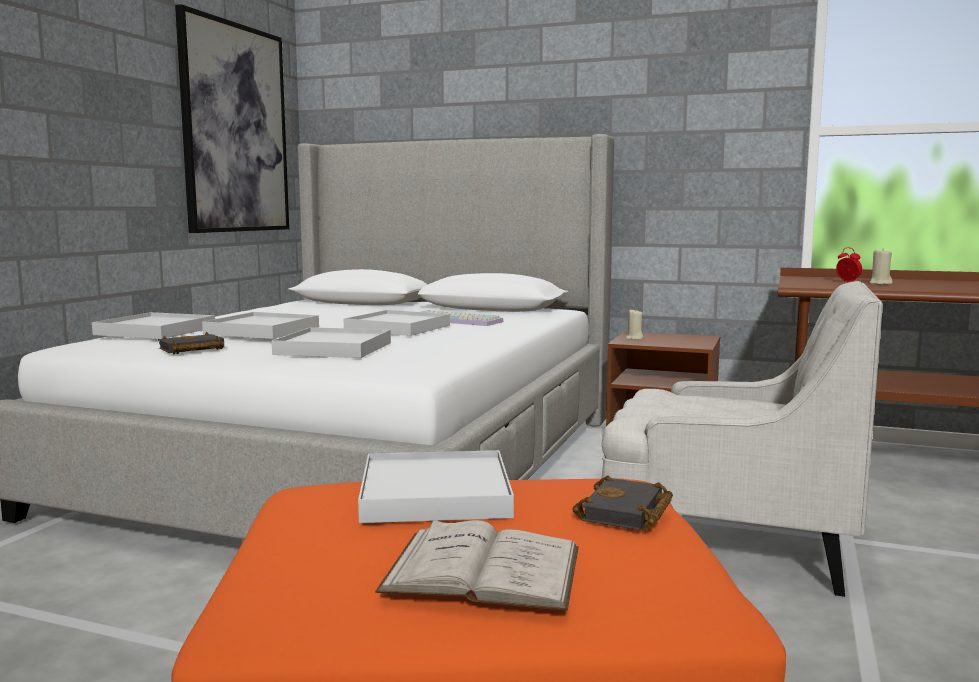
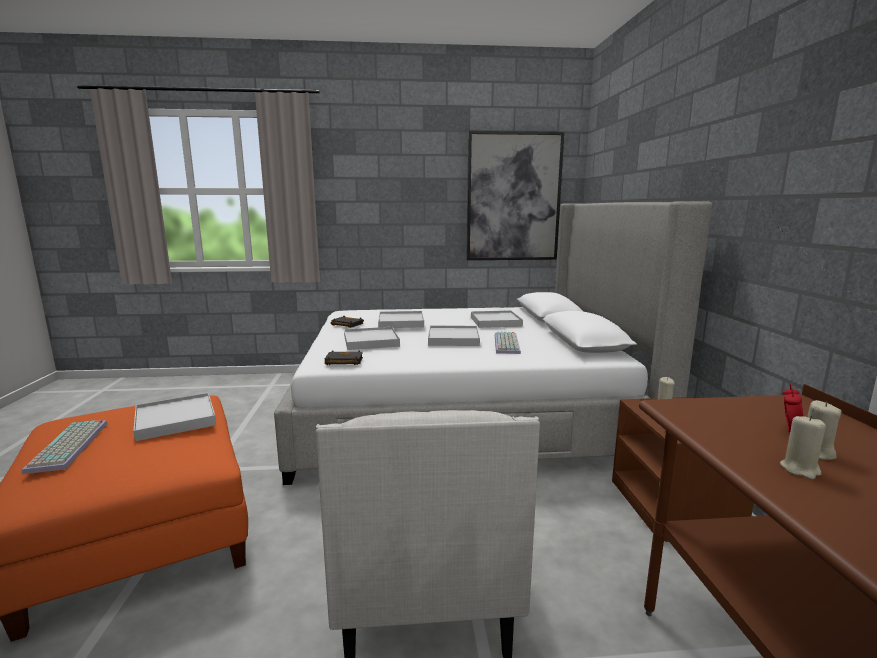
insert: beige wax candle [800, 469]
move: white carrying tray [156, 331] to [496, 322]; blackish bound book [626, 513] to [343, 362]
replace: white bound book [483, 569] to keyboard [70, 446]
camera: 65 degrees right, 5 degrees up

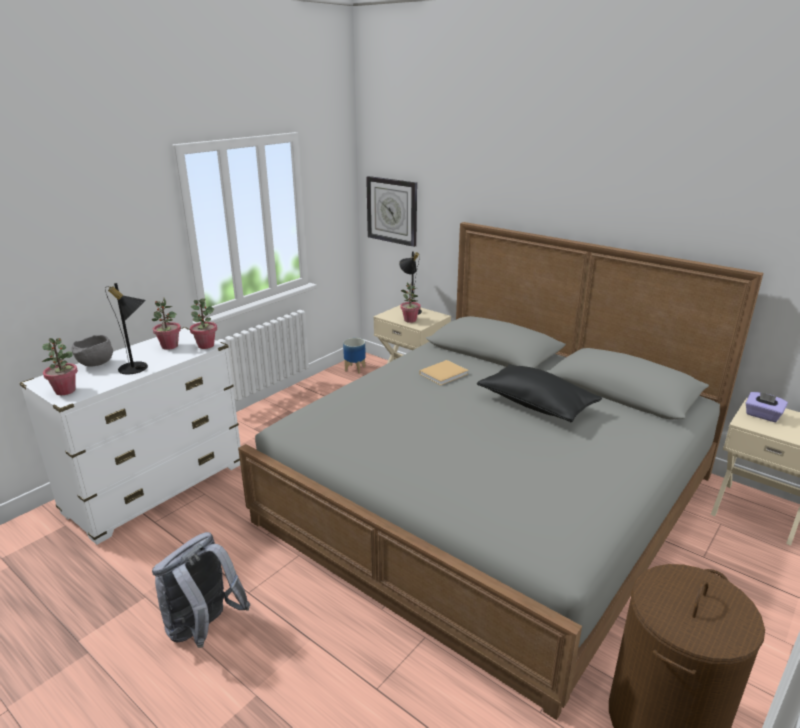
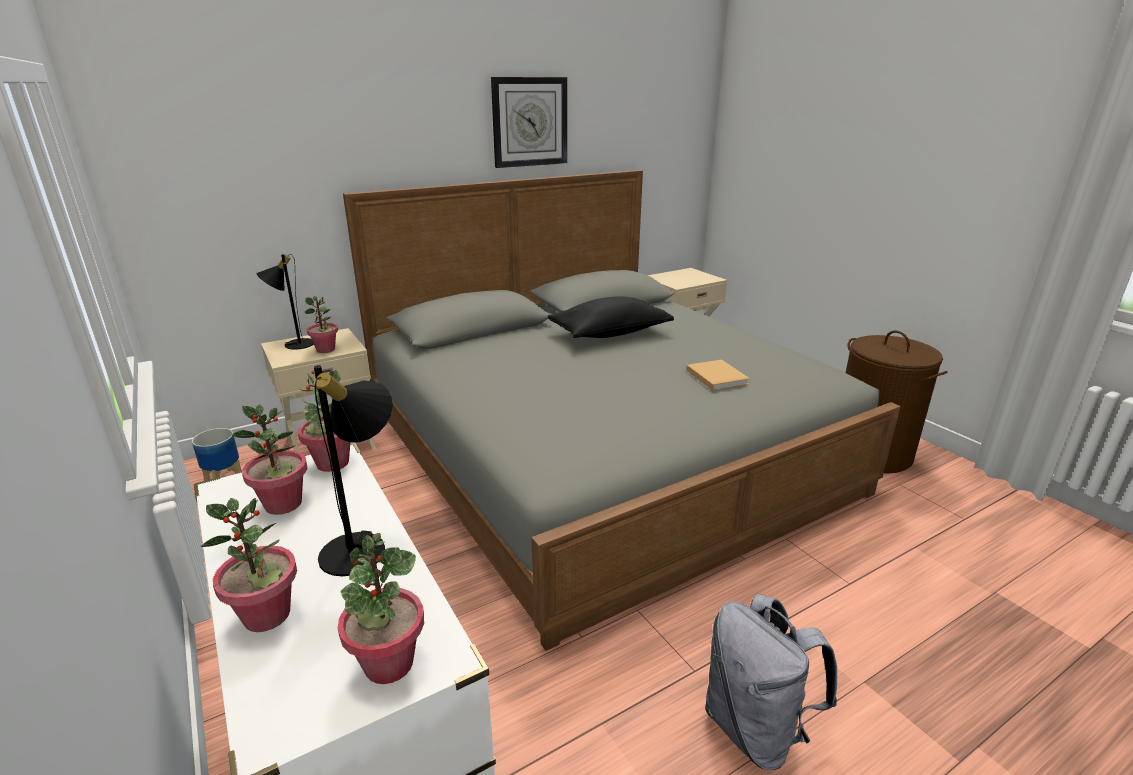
delete: purple-coloured tissue holder [762, 416]
move: hanging clock [392, 210] to [529, 122]; beige bound book [444, 373] to [716, 376]
replace: greyish serving bowl [96, 364] to houseplant [267, 615]
camera: 70 degrees left, 0 degrees up

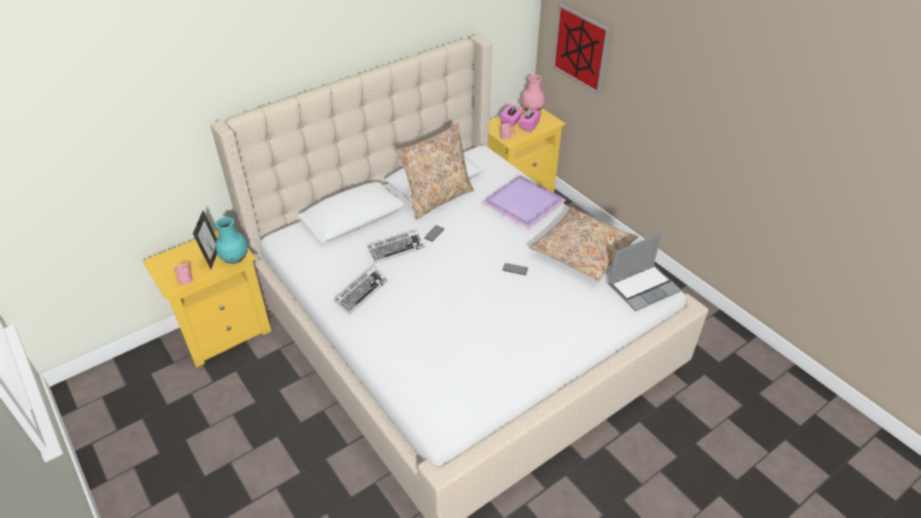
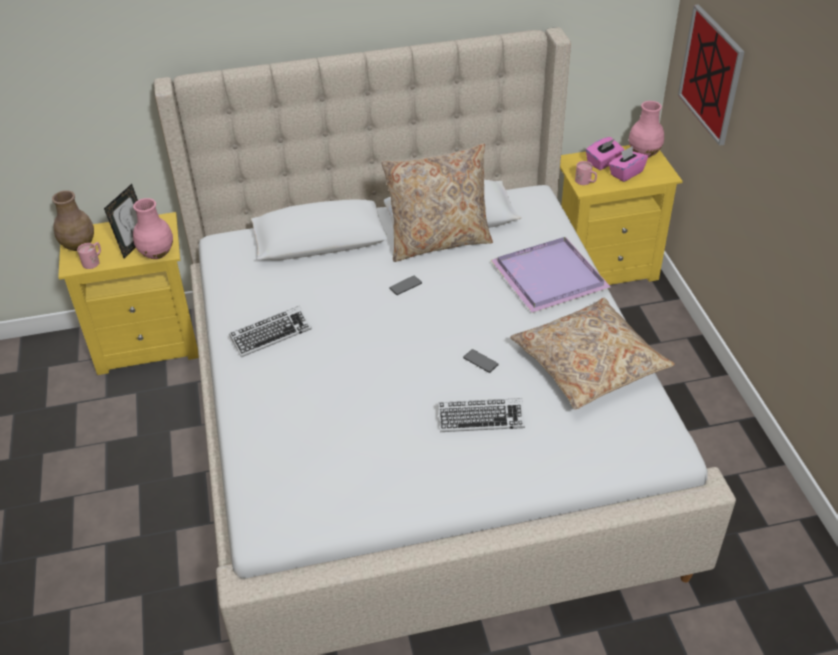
delete: portable computer [643, 287]
insert: brownish vase [79, 245]
move: keyboard [396, 249] to [481, 419]
recolor: turquoise-coloured vase [234, 258] to pink vase [157, 252]
camera: 25 degrees right, 0 degrees up

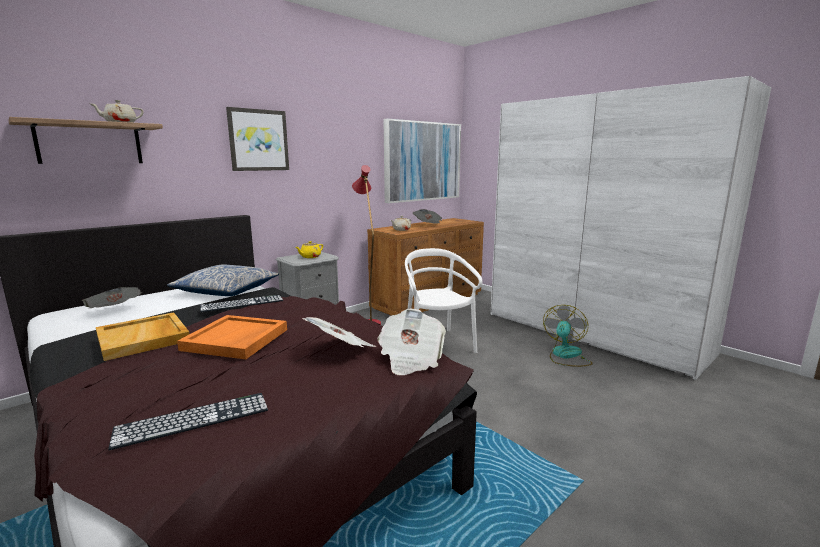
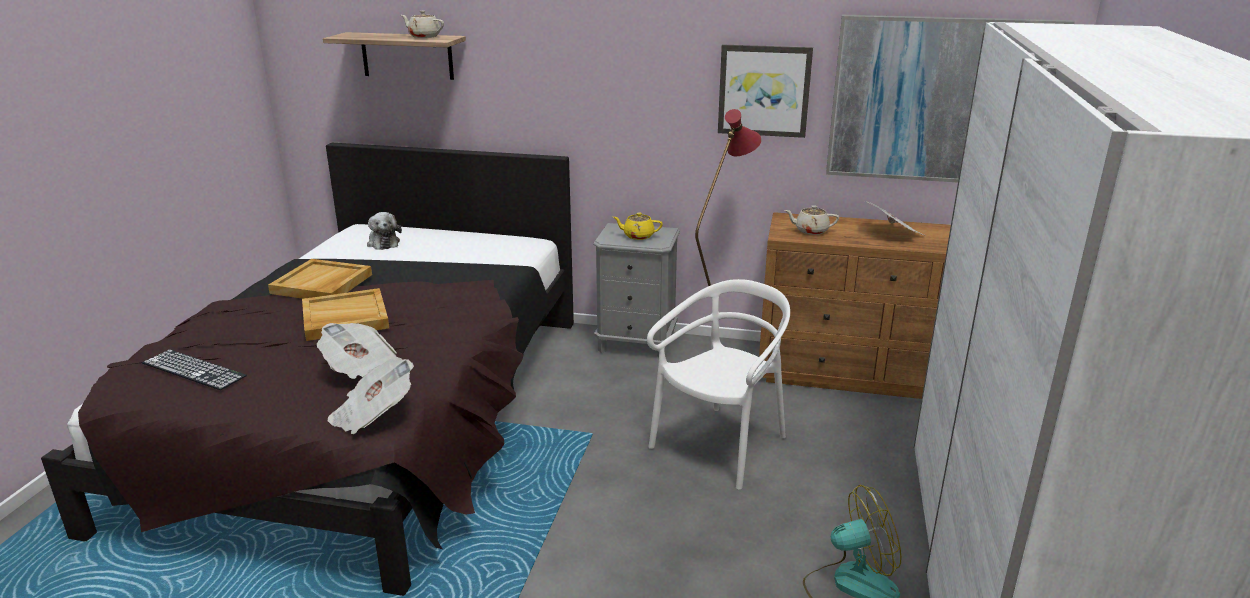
delete: throw pillow [226, 290]; keyboard [242, 303]
move: wall art [258, 140] to [764, 90]
replace: newspaper [115, 311] to plush toy [383, 243]
recolor: orangey carrying tray [236, 340] to beige carrying tray [344, 318]
camera: 55 degrees right, 10 degrees up

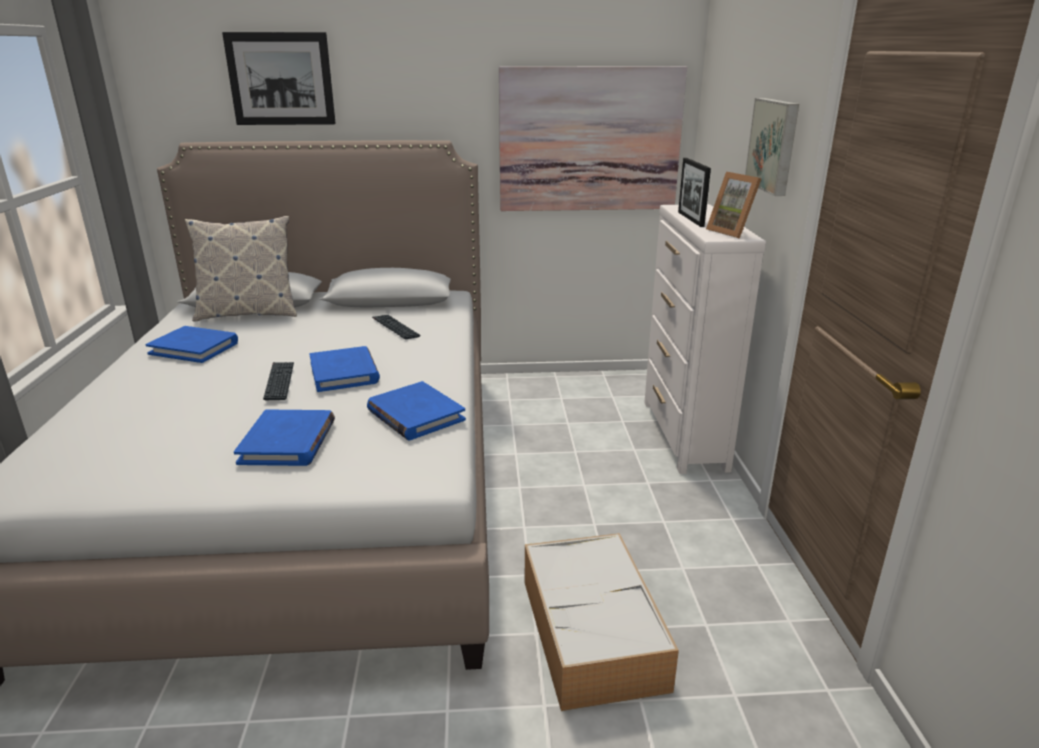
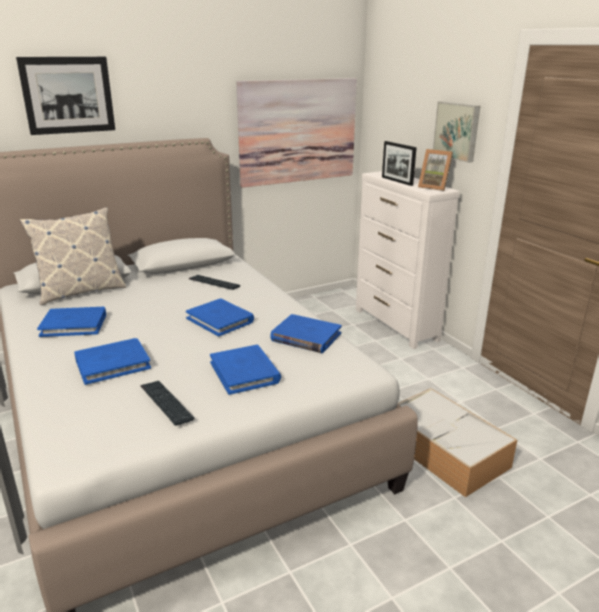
insert: blue bound book [112, 364]
move: keyboard [279, 381] to [166, 403]
camera: 25 degrees left, 0 degrees up

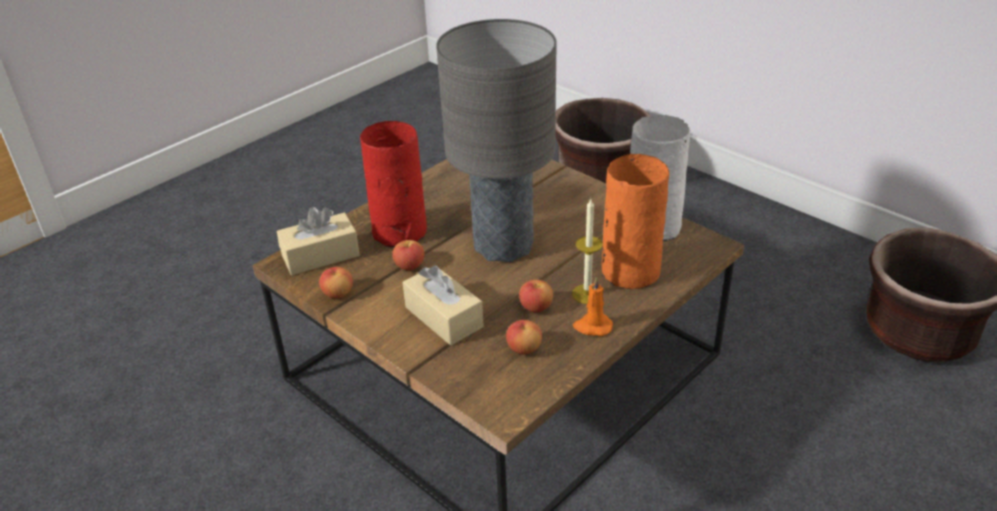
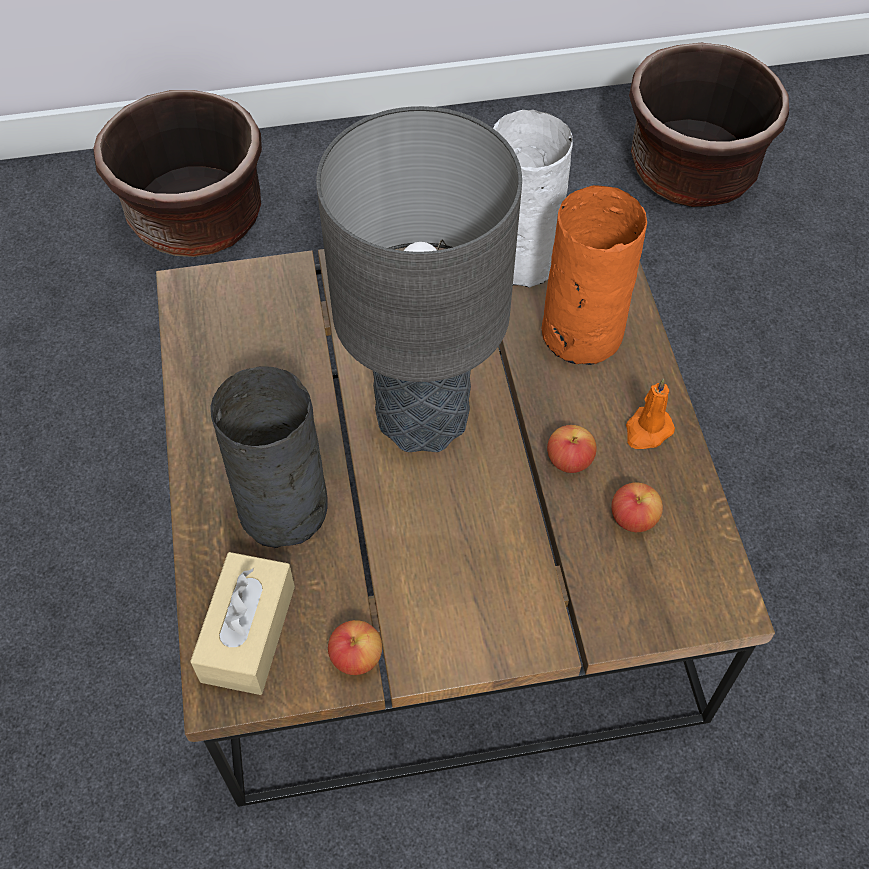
delete: whole apple [409, 266]; beige tissue holder [444, 317]; wax candle [587, 294]
recolor: red-coloured vase [399, 233] to greyish vase [285, 511]
camera: 55 degrees left, 20 degrees up

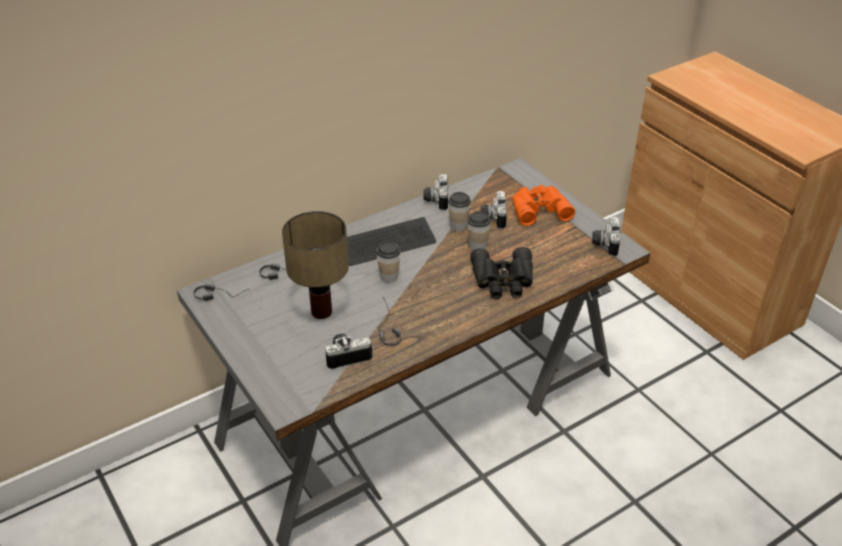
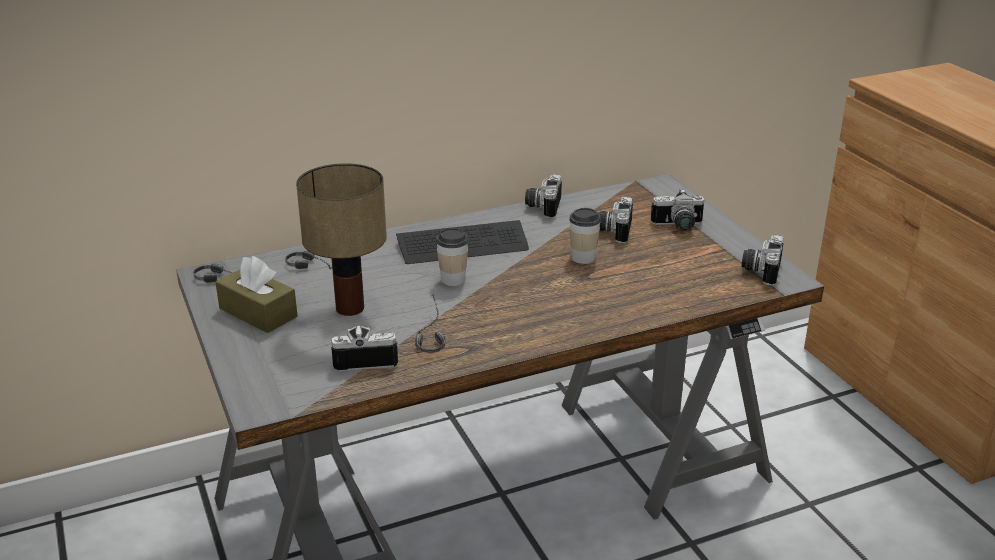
delete: small cup [458, 226]; blackish binoculars [503, 280]
insert: brownish tissue holder [258, 313]
replace: orangey binoculars [538, 208] to still camera [678, 226]
camera: 10 degrees right, 10 degrees down

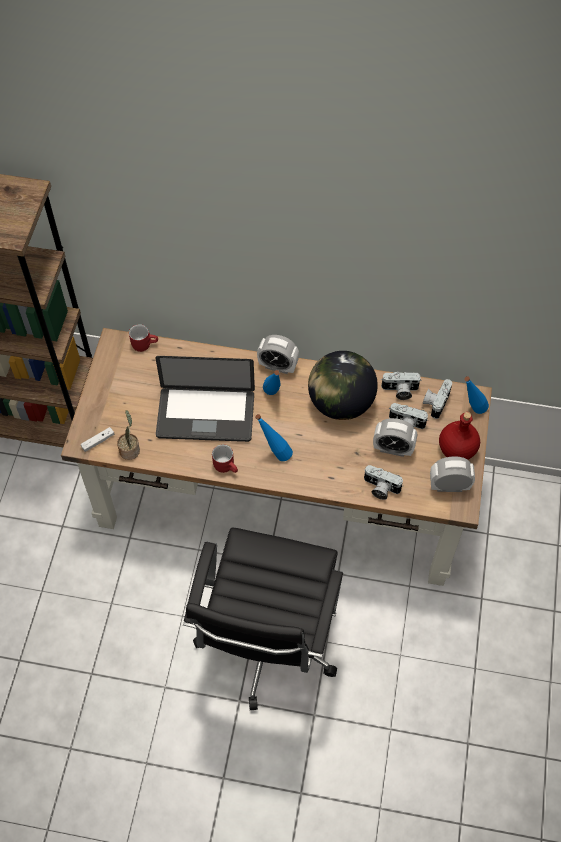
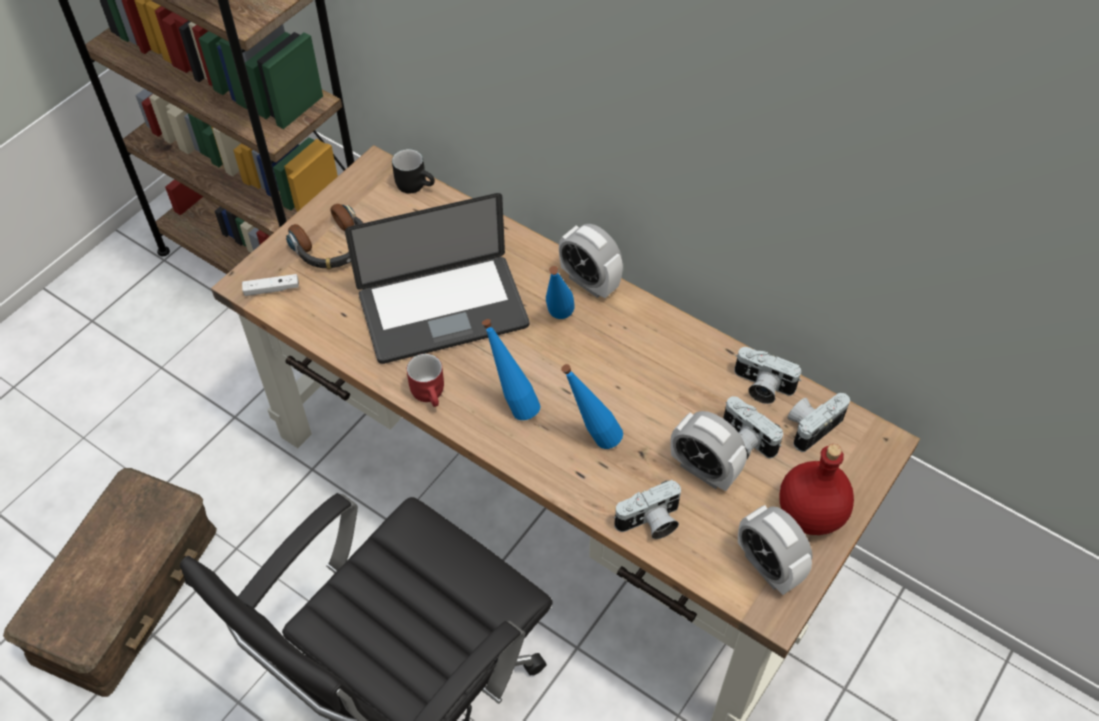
delete: houseplant [130, 449]; globe [341, 403]
insert: brownish storage bin [123, 591]; pair of headphones [332, 246]
move: blue bottle [470, 410] to [591, 438]
recolor: red-coloured tea mug [144, 343] to blackish tea mug [416, 184]
rotate: portable computer [205, 415] = [443, 311] 45 degrees counterclockwise; still camera [380, 488] = [650, 523] 75 degrees counterclockwise; table clock [449, 486] = [768, 566] 150 degrees counterclockwise
camera: 25 degrees right, 5 degrees down

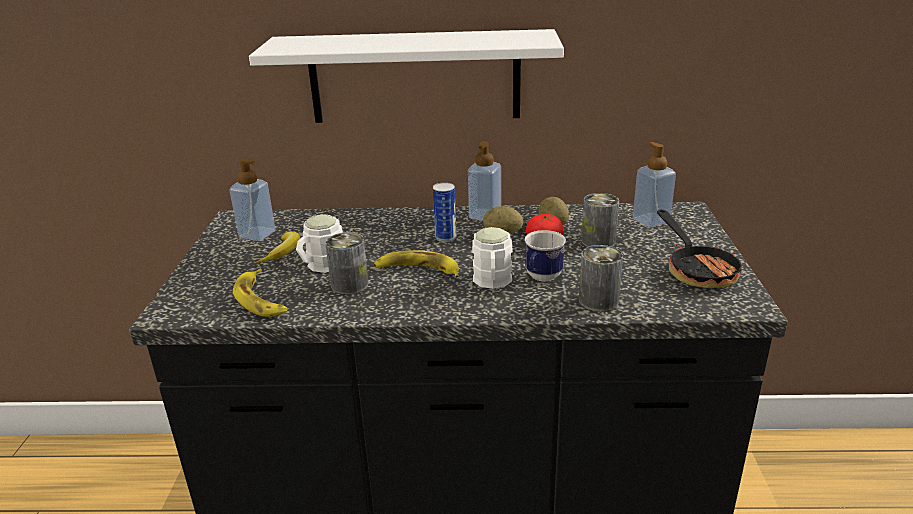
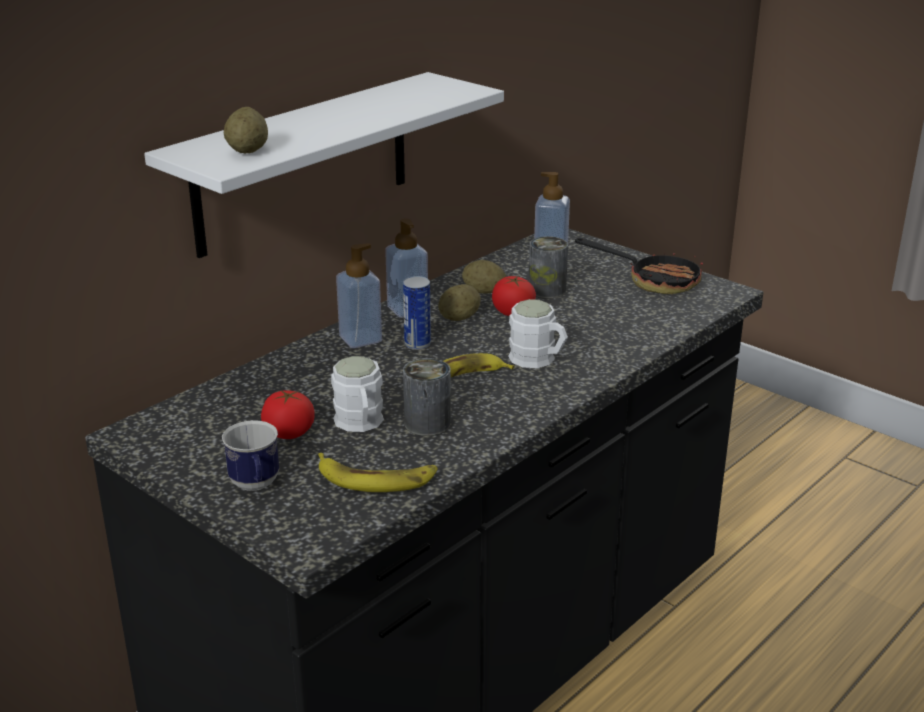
delete: sealed can [598, 300]
insert: potato [248, 151]
move: soap dispenser [257, 234] to [360, 339]; tea mug [541, 278] to [256, 486]
replace: banana fruit [284, 252] to whole tomato [289, 432]
camera: 50 degrees left, 0 degrees up

